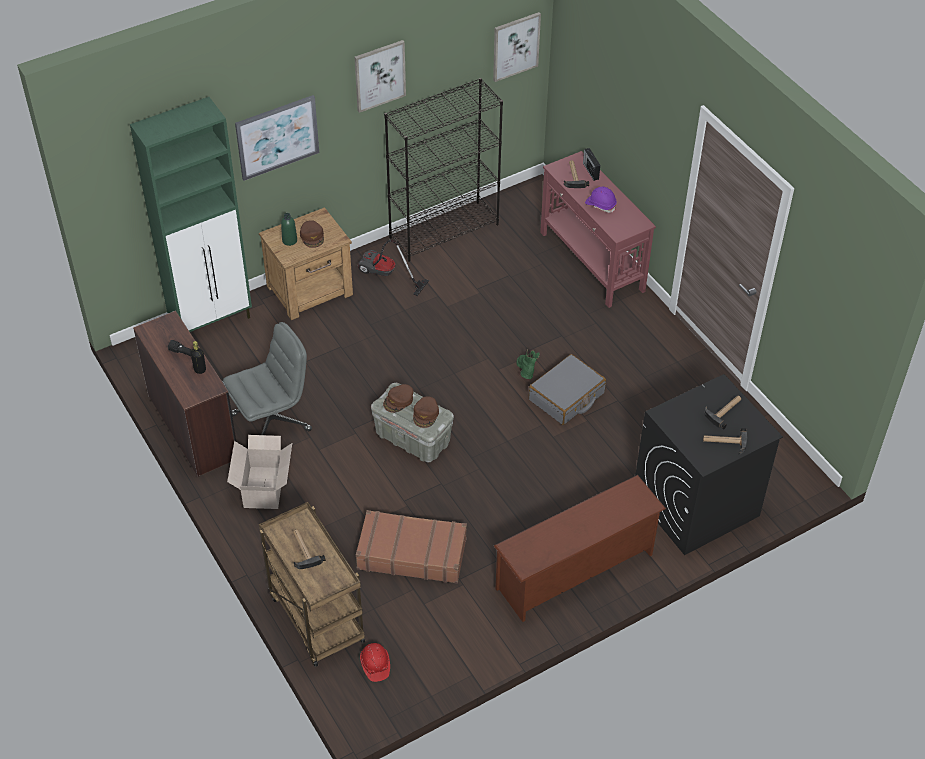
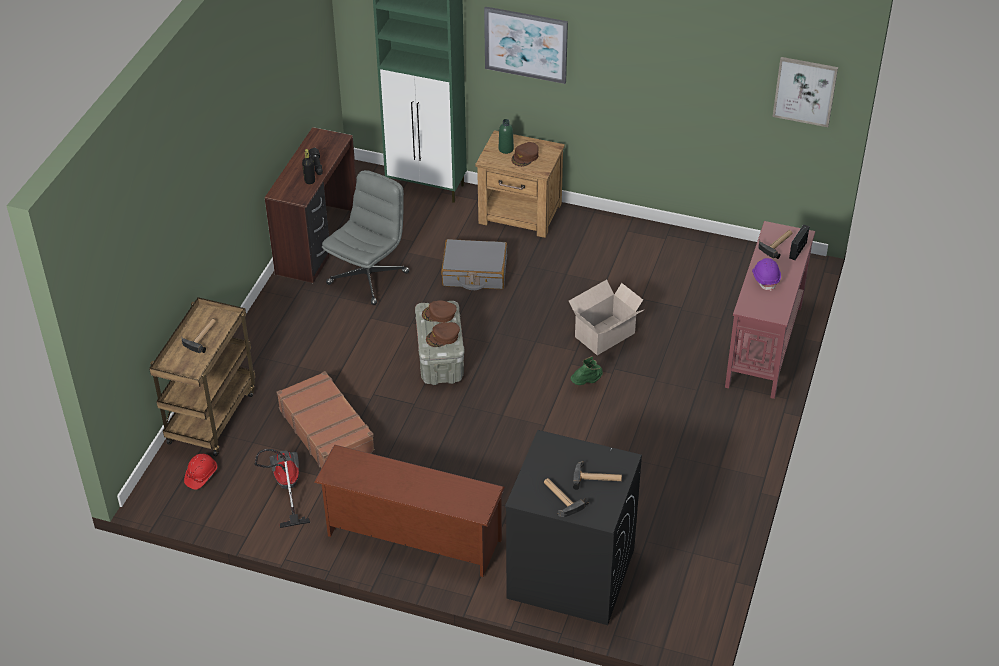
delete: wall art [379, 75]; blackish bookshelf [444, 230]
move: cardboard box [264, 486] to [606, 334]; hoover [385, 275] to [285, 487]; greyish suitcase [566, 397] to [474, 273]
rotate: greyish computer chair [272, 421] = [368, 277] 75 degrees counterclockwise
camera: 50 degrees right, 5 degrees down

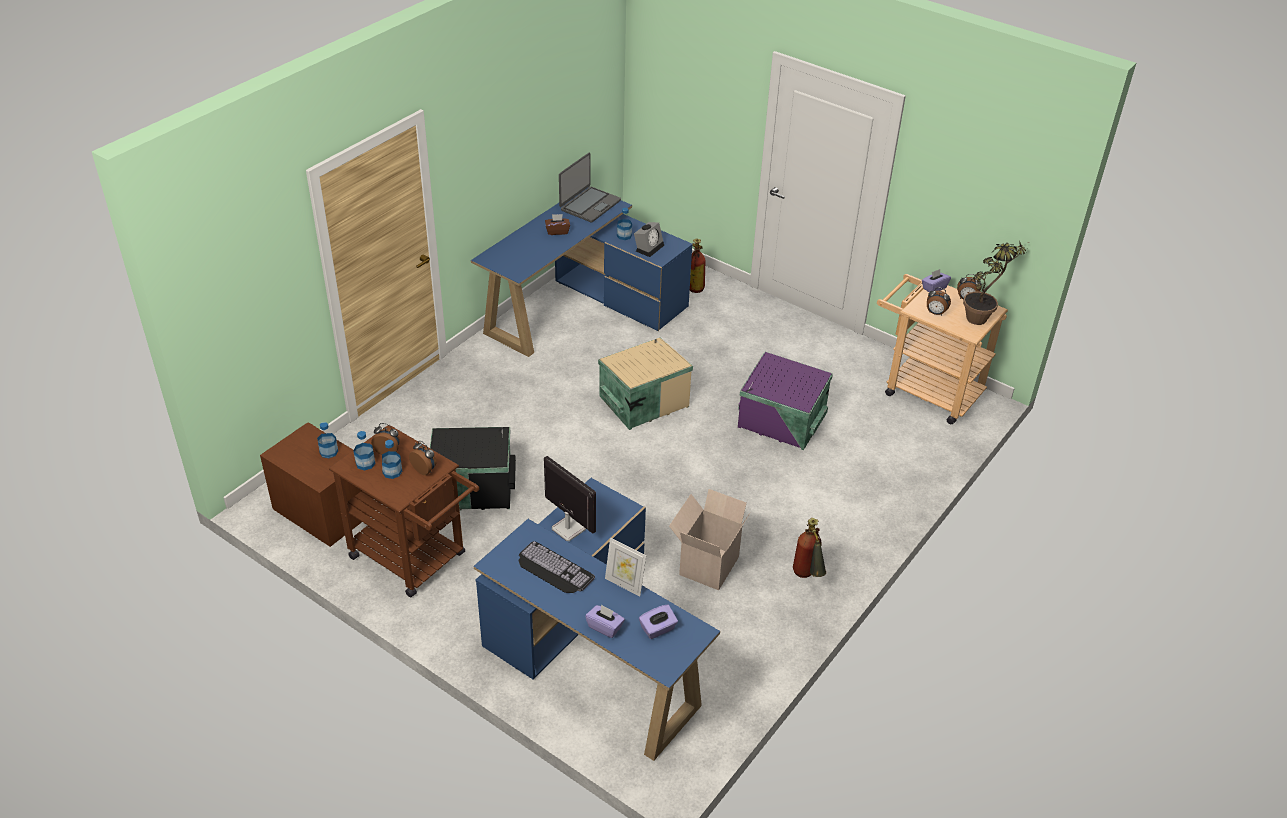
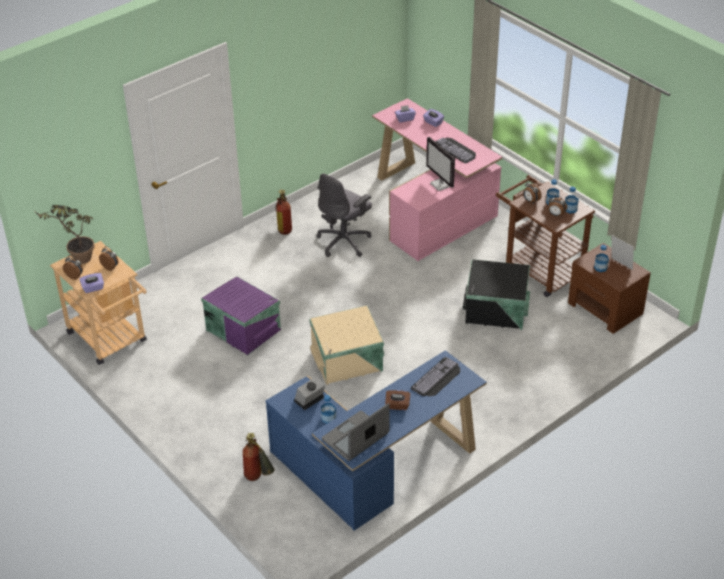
insert: keyboard [437, 379]
move: standing frame [624, 584] to [620, 265]
replace: cardboard box [707, 564] to greyish computer chair [344, 242]
recolor: blue desk unit [592, 651] to pink desk unit [432, 208]
camera: 165 degrees left, 0 degrees up

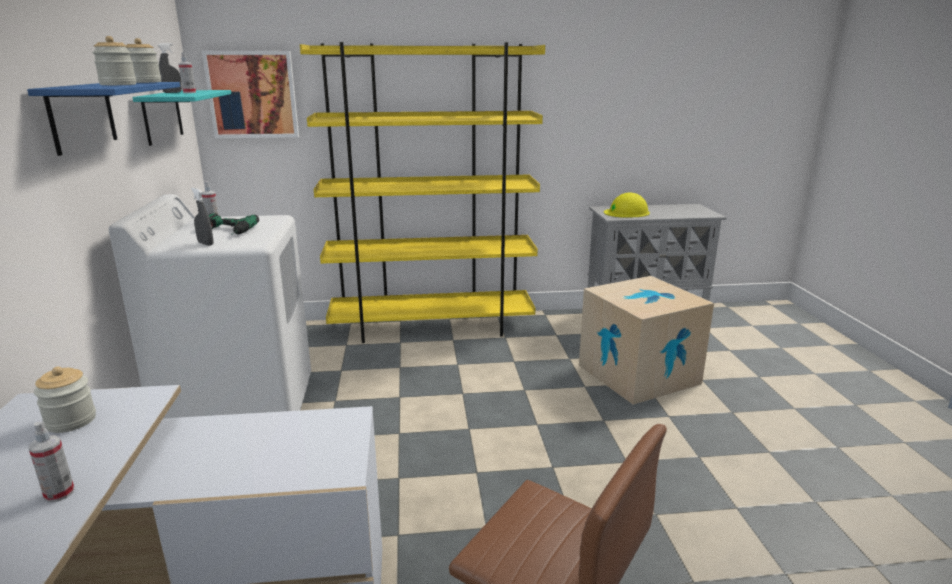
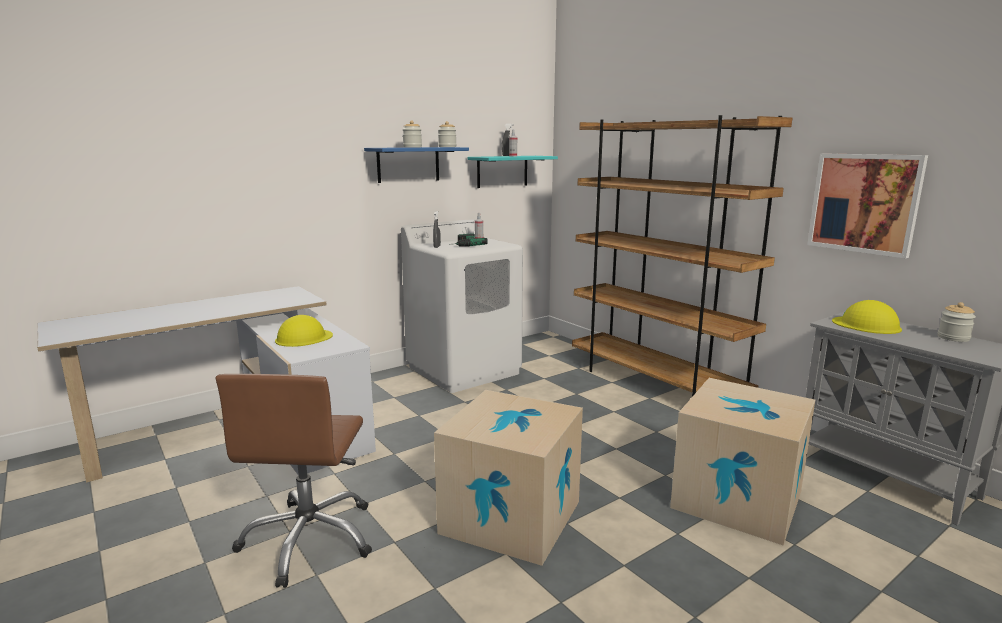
delete: sprayer [59, 493]
insert: yellowish hard hat [303, 338]; cardboard box [511, 517]
move: preserve jar [71, 421] to [953, 338]; wall art [252, 95] to [864, 203]
recolor: yellowish bookshelf [432, 327] to brownish bookshelf [654, 385]
camera: 60 degrees right, 5 degrees down

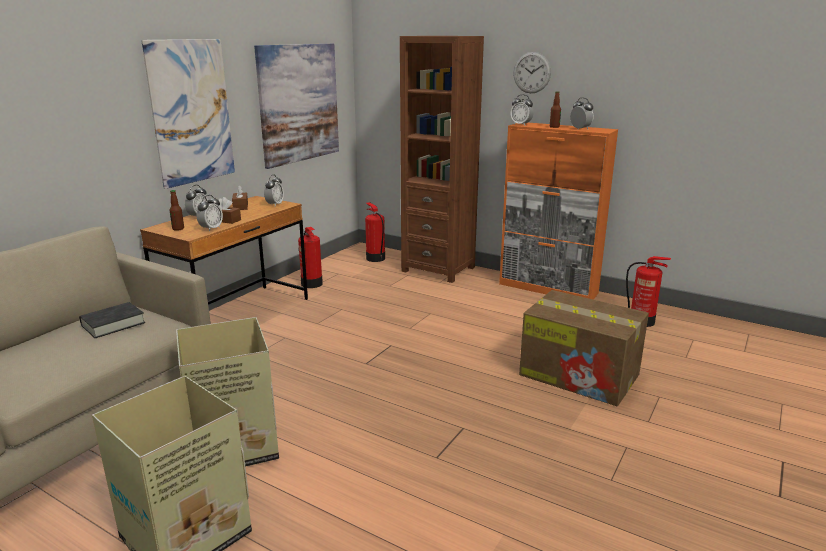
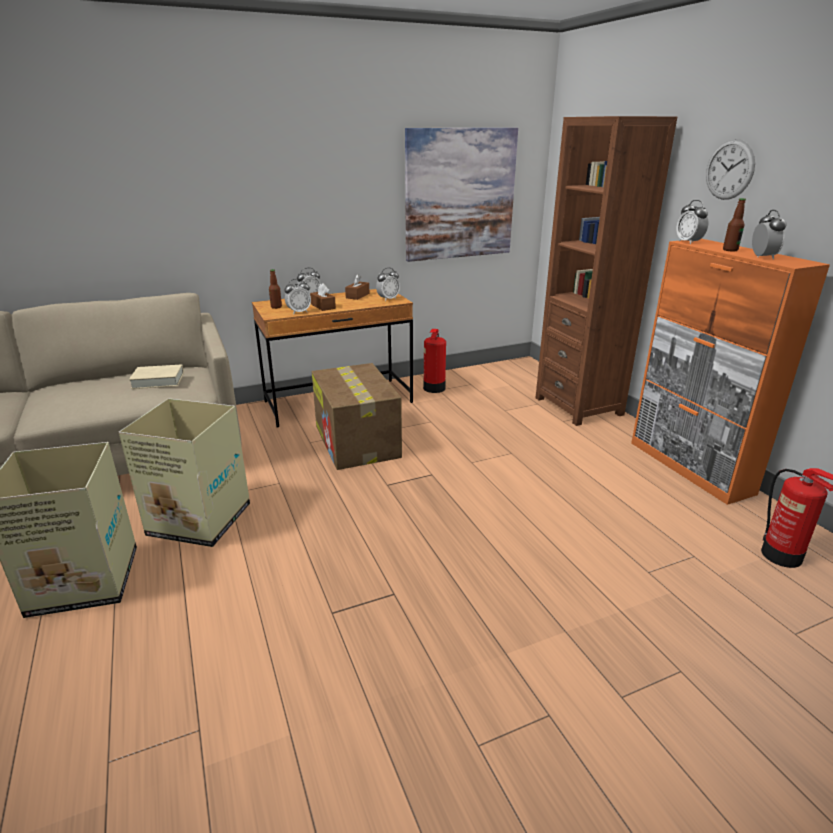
delete: wall art [191, 112]; fire extinguisher [375, 258]
move: cardboard box [580, 375] to [357, 442]
recolor: blackish bound book [113, 324] to beige bound book [158, 380]
camera: 35 degrees right, 5 degrees up

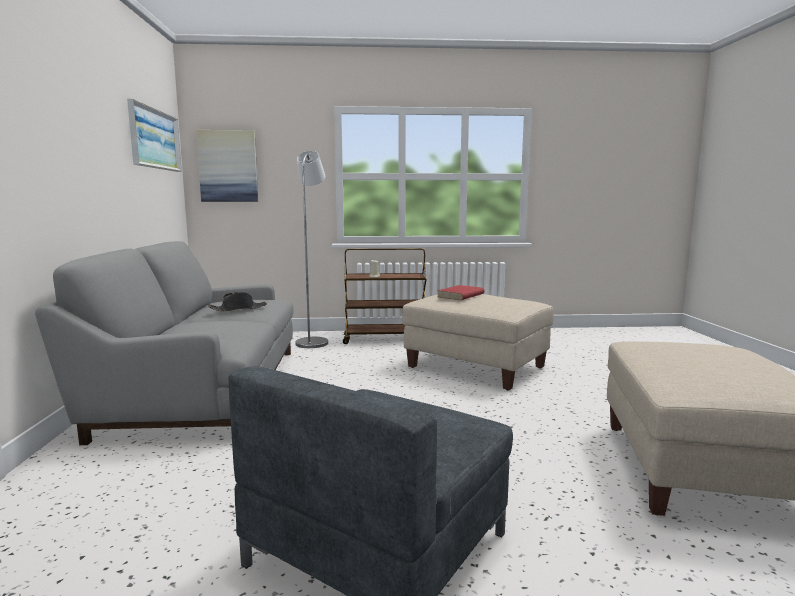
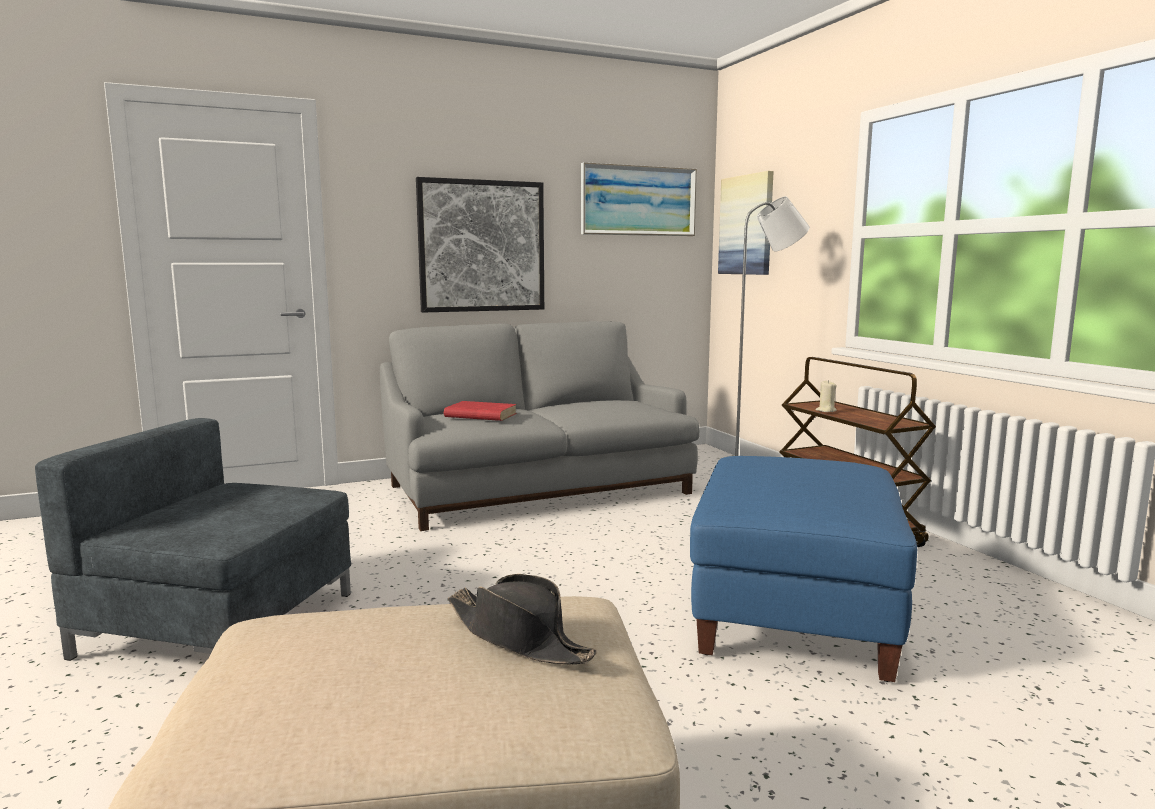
insert: wall art [482, 246]
move: blackish wearable hat [238, 309] to [519, 637]; red-coloured bound book [460, 295] to [480, 415]
recolor: beige ottoman [476, 367] to blue ottoman [794, 614]
camera: 70 degrees right, 0 degrees up

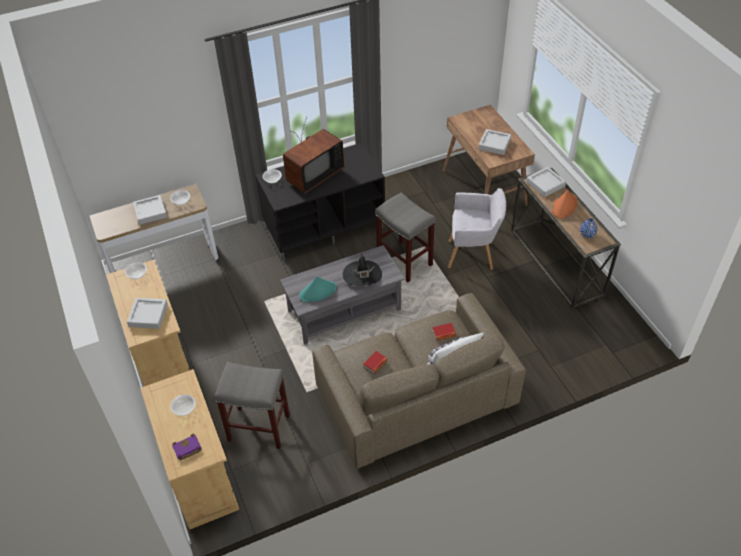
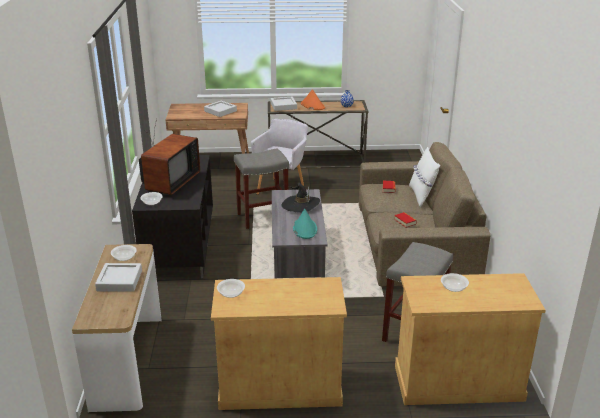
delete: greyish carrying tray [148, 315]; purple-coloured bound book [187, 449]
rotate: television [312, 175] = [169, 183] 45 degrees clockwise
camera: 70 degrees left, 20 degrees down

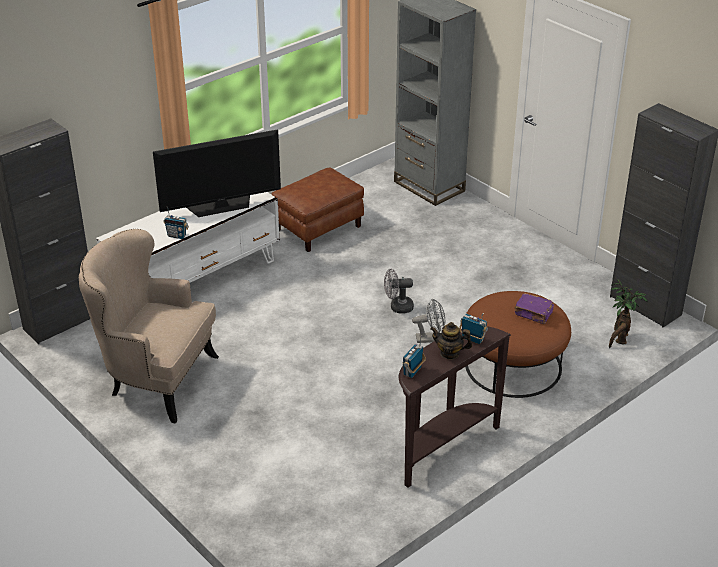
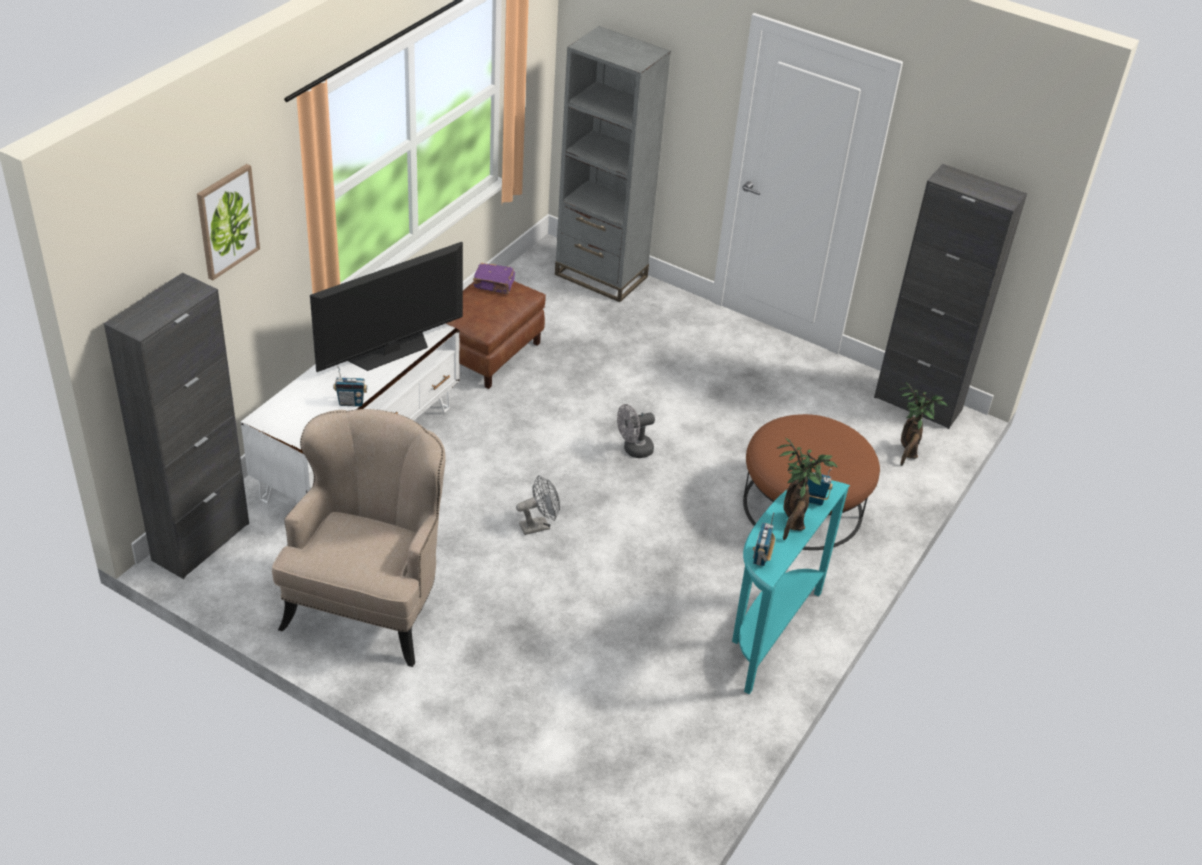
insert: wall art [227, 221]
move: greyish fan [430, 338] to [539, 525]; purple-coloured bound book [533, 314] to [494, 285]
replace: teapot [450, 353] to houseplant [793, 524]
recolor: brownish hall table [442, 447] to turquoise-coloured hall table [767, 632]
rotate: beige armchair [156, 379] = [369, 603] 105 degrees clockwise
camera: 20 degrees left, 5 degrees up

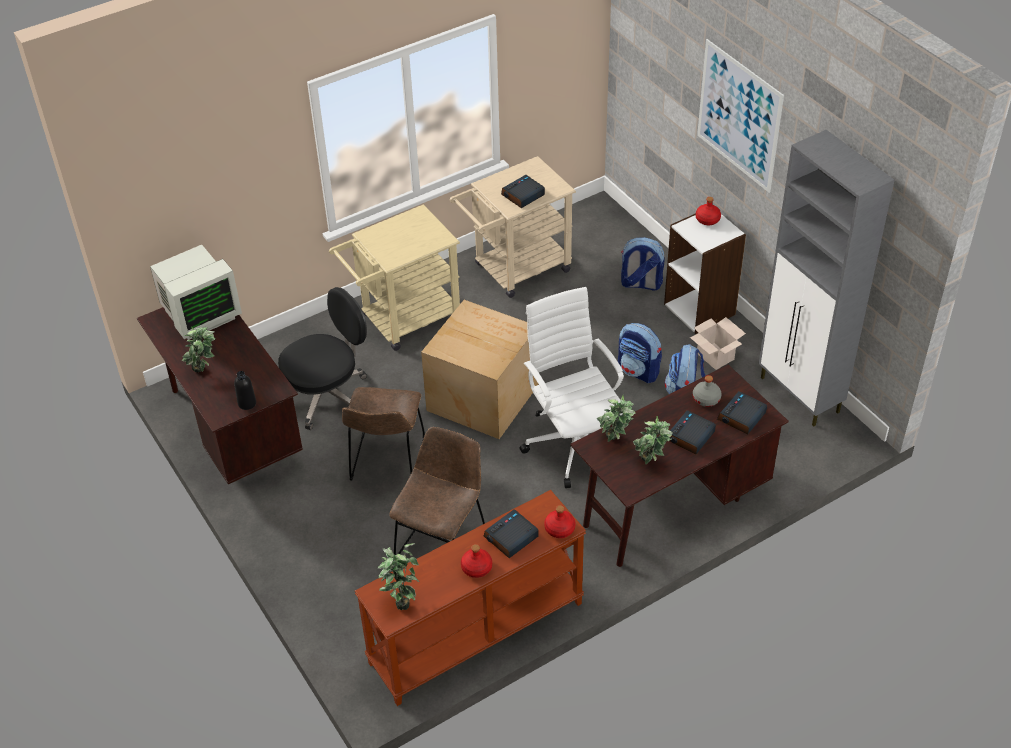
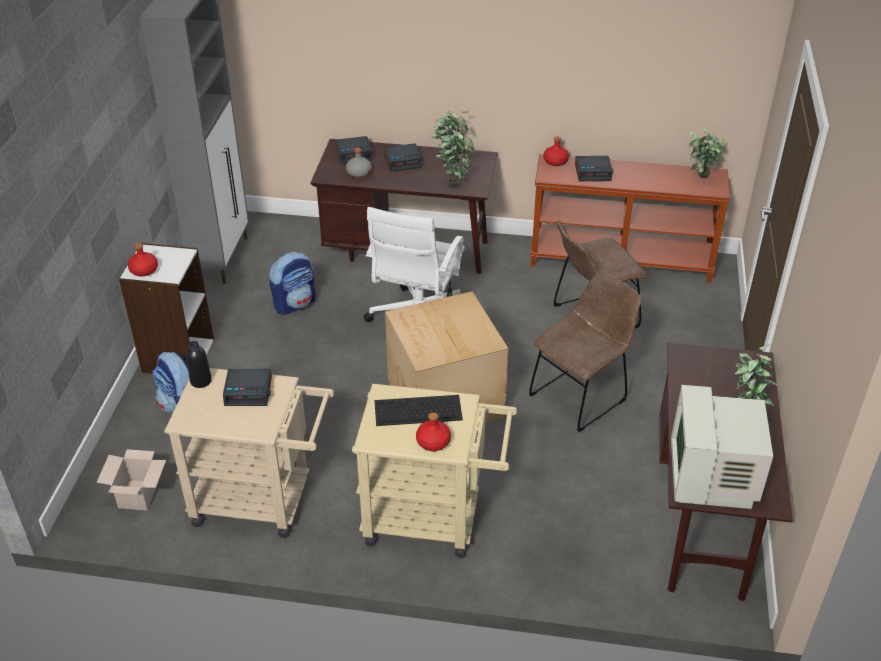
delete: blackish computer chair [327, 395]; backpack [638, 371]; wall art [739, 116]
insert: keyboard [417, 410]
move: blackish bottle [247, 403] to [201, 381]; red-coloured bottle [476, 567] to [433, 442]; cardboard box [714, 356] to [138, 496]
rotate: computer display [200, 314] = [713, 479] 90 degrees counterclockwise
camera: 140 degrees left, 5 degrees down

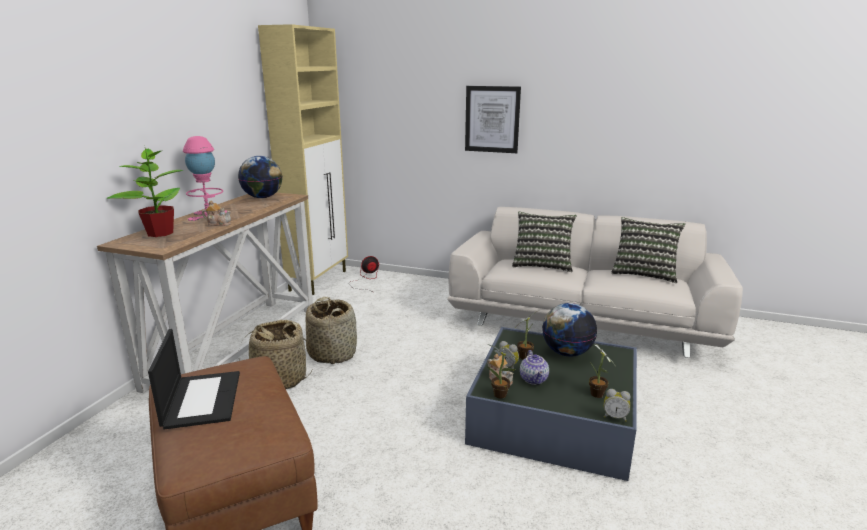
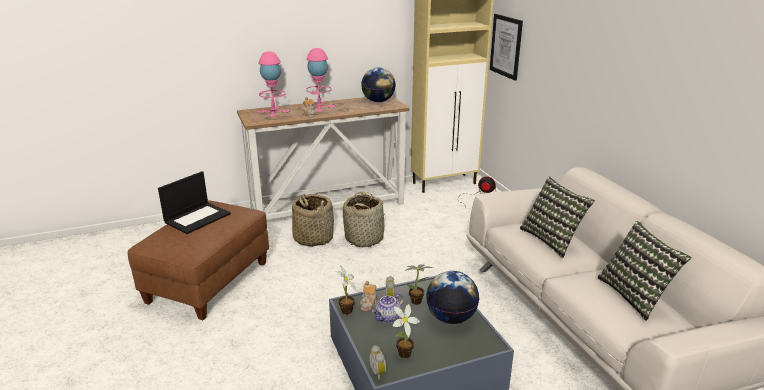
move: wall art [492, 119] to [506, 46]
replace: houseplant [160, 233] to pink tabletop lamp [273, 111]
camera: 50 degrees right, 5 degrees up

